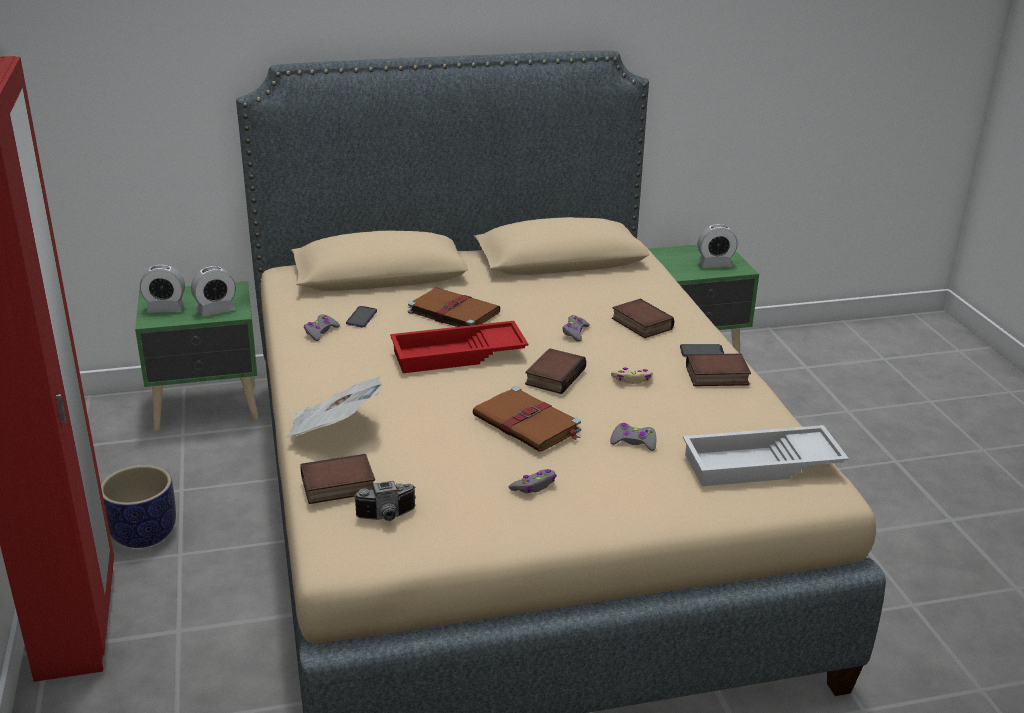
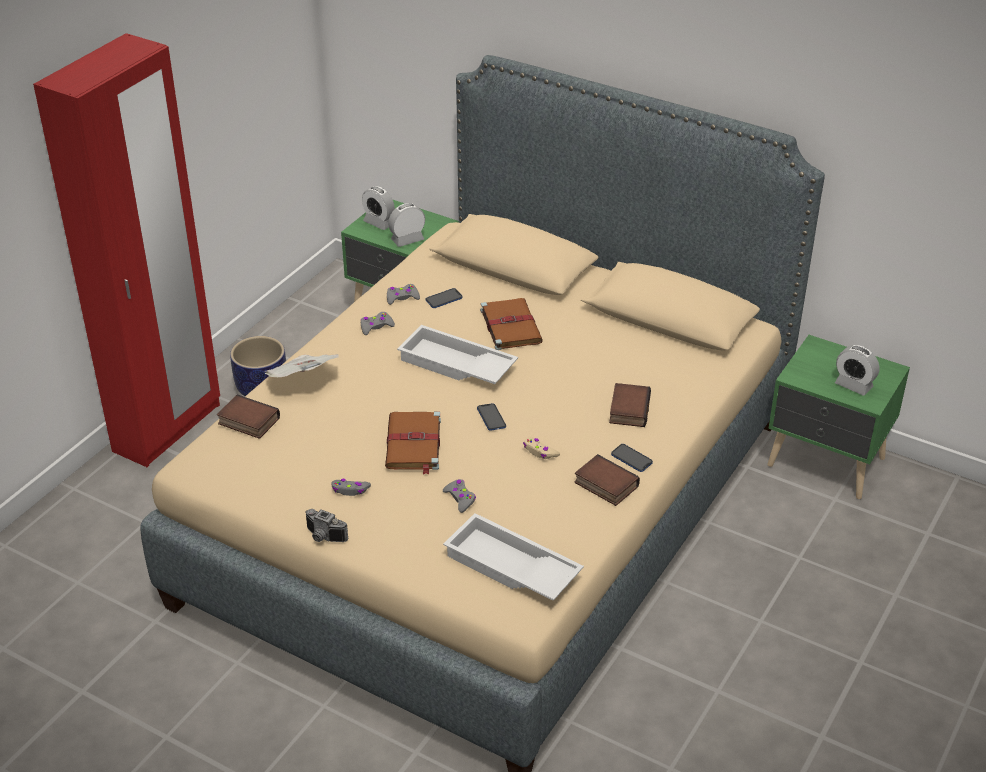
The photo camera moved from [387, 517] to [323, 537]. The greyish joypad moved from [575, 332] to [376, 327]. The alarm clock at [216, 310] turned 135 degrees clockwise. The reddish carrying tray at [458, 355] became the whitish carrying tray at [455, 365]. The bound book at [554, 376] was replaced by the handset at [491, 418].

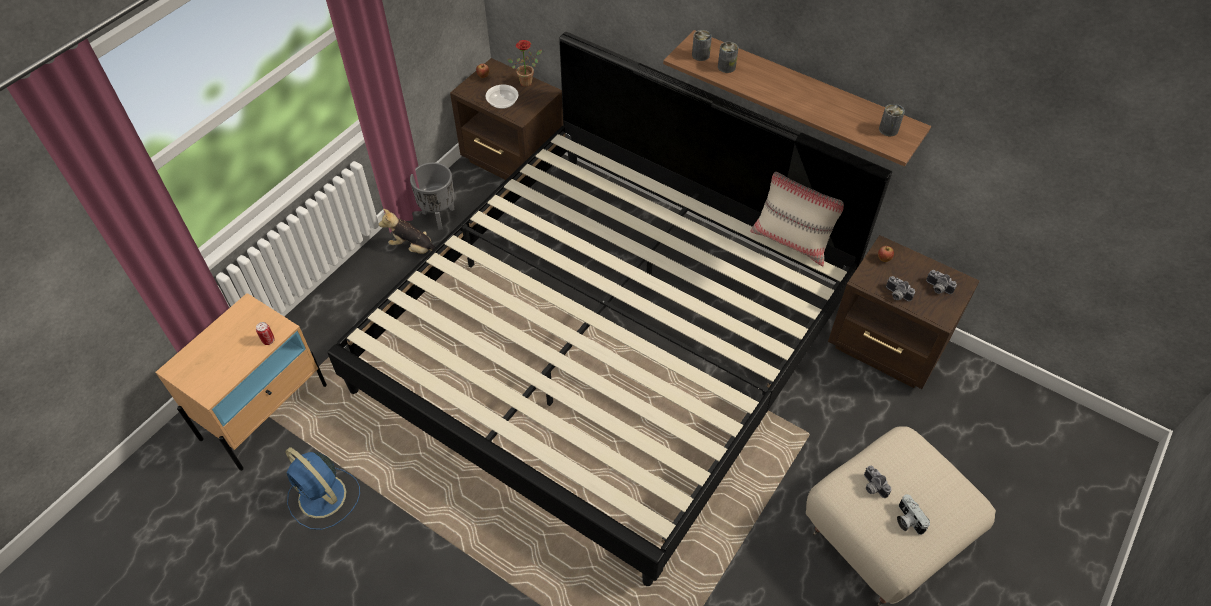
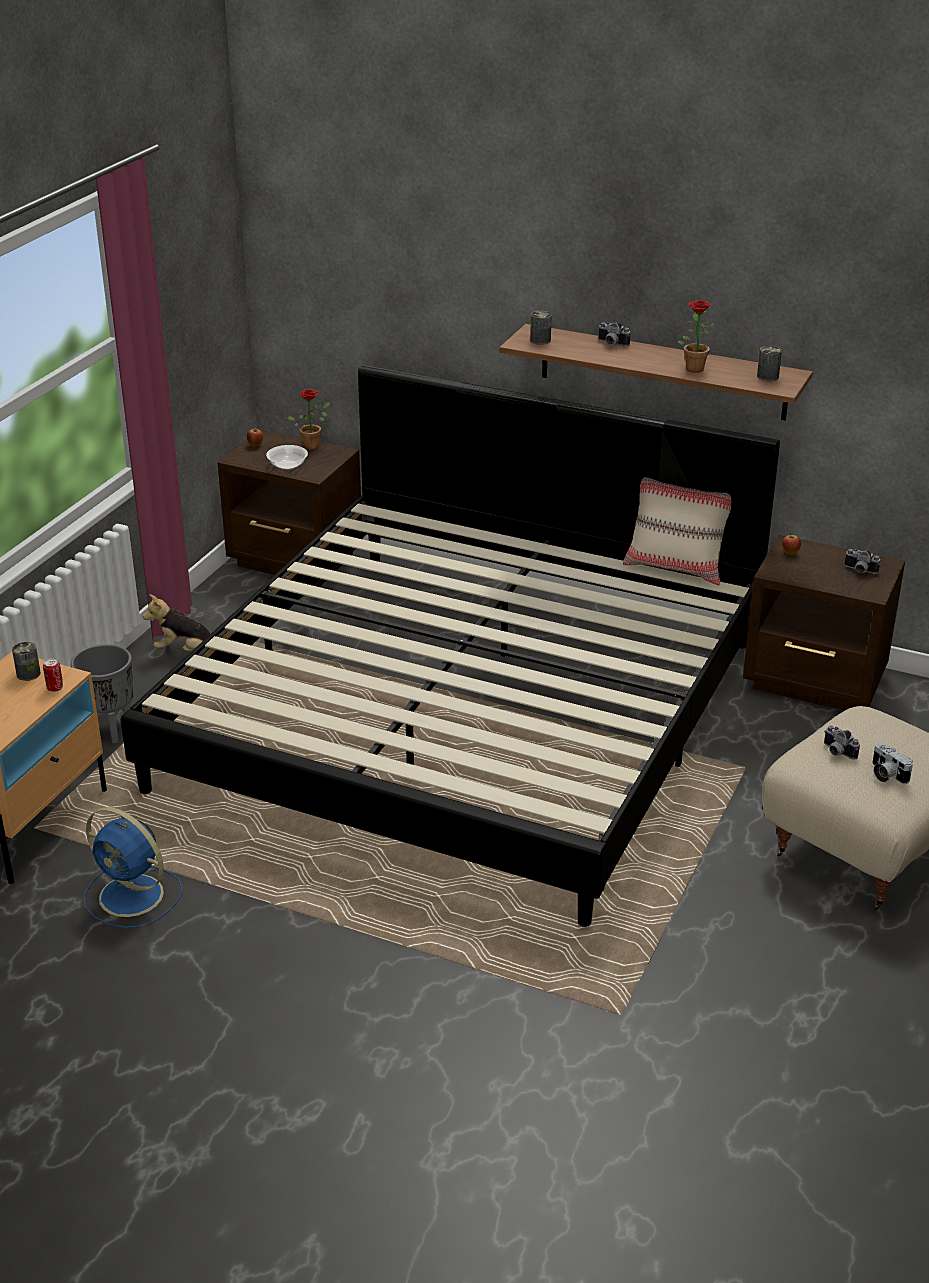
The sealed can moved from [726, 67] to [28, 674]. The greyish flower pot moved from [438, 216] to [110, 728]. The photo camera moved from [896, 295] to [611, 344]. The potted plant at [693, 367] appeared.

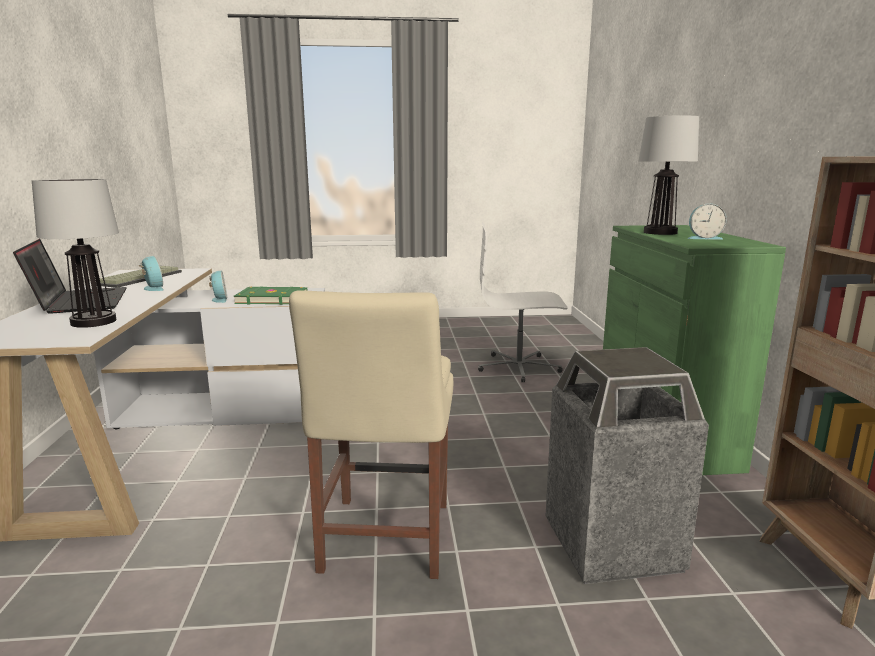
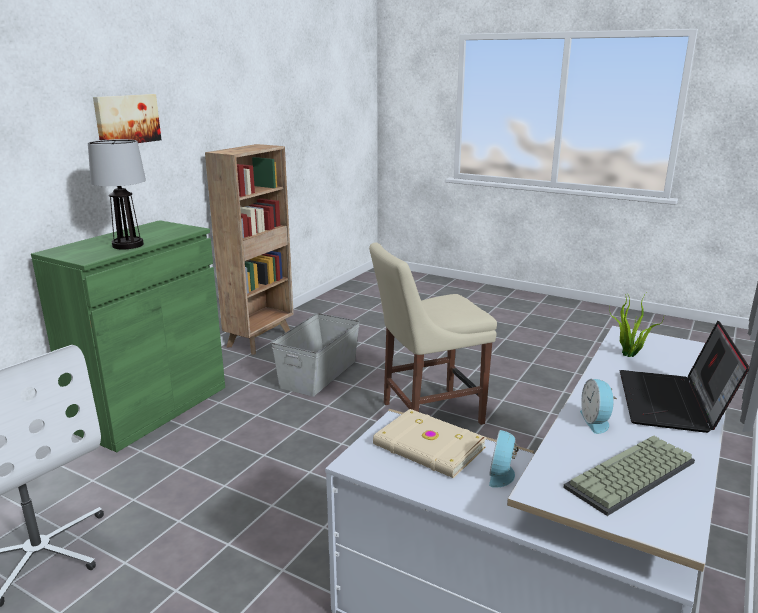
The wall art at [126, 119] appeared. The rubbish bin at [611, 545] was replaced by the greyish storage bin at [319, 374]. The beige chair at [384, 541] turned 150 degrees counterclockwise. The greenish bound book at [272, 299] became the beige bound book at [428, 448]. The tabletop lamp at [92, 322] was replaced by the potted plant at [629, 355]. The alarm clock at [704, 238] disappeared.

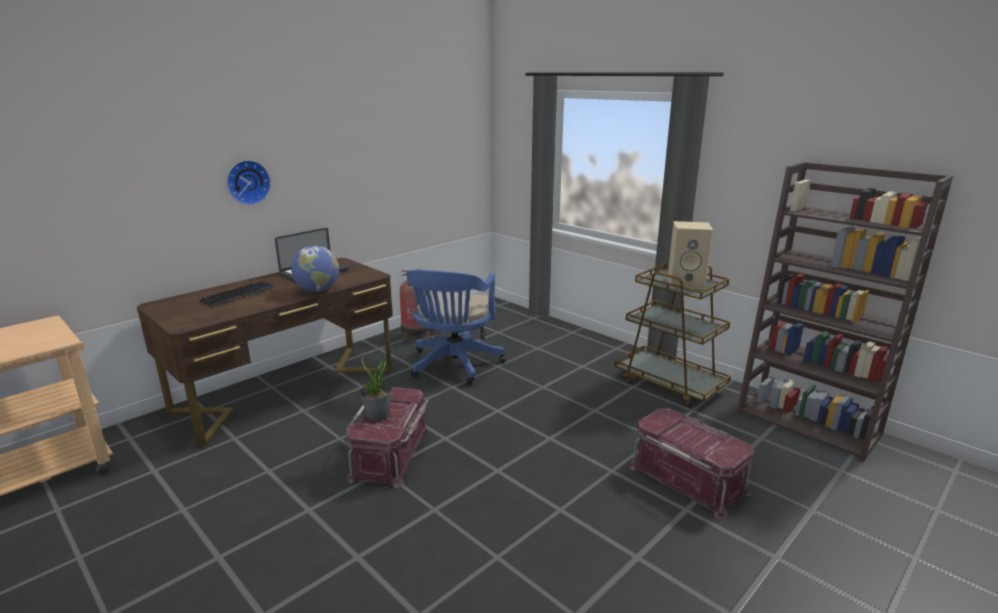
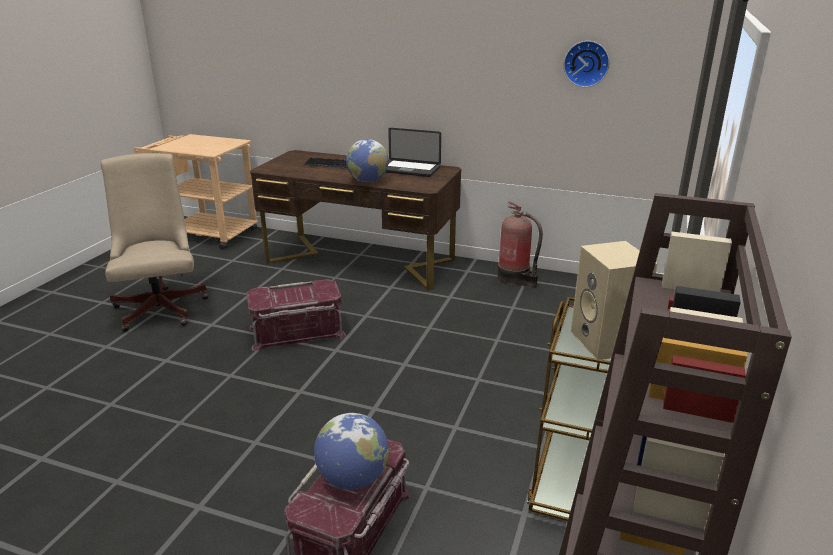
The beige computer chair at [162, 306] appeared. The desk globe at [353, 479] appeared. The hanging clock moved from [247, 182] to [586, 63]. The potted plant at [378, 415] disappeared. The blue-coloured computer chair at [453, 366] disappeared.

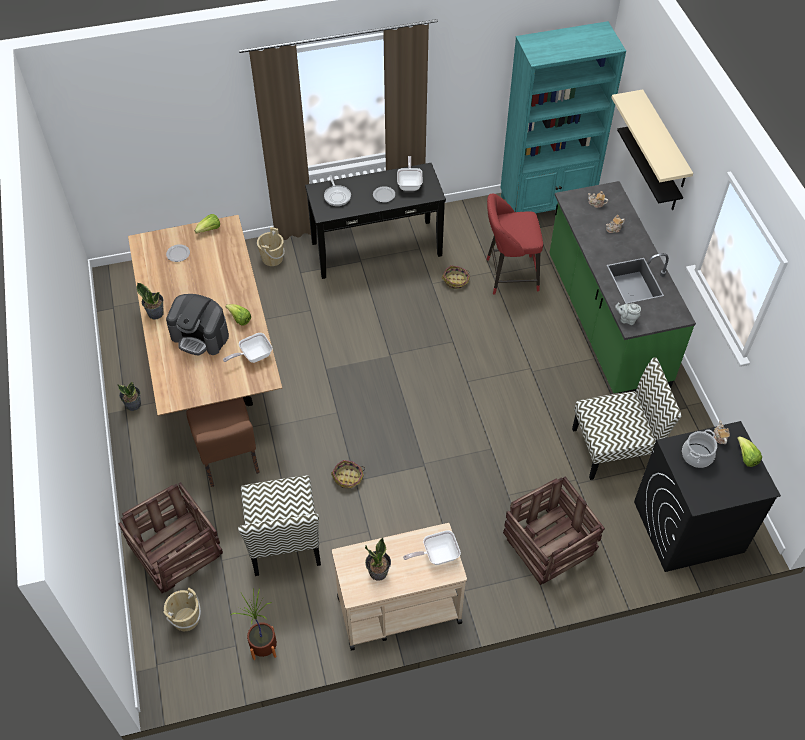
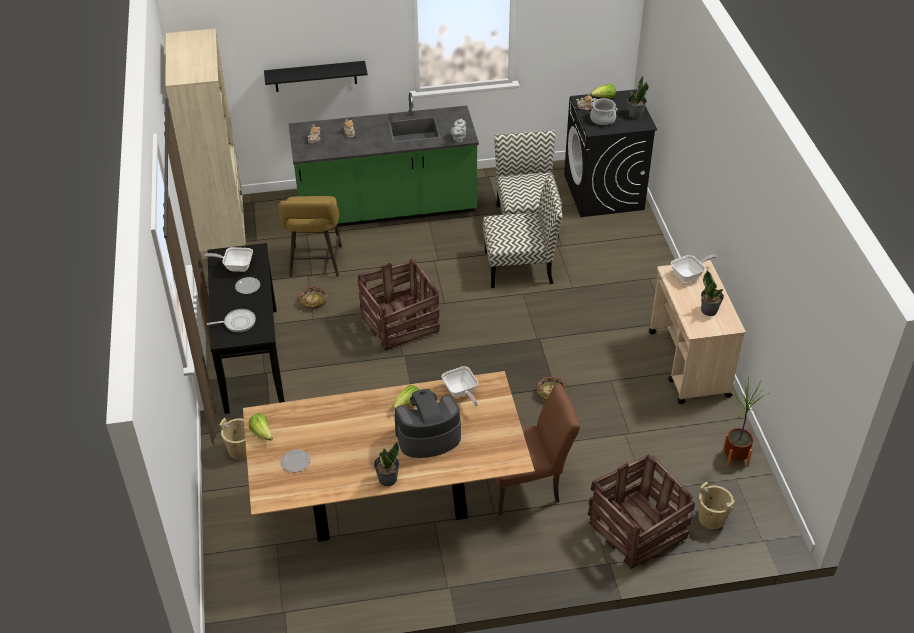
The blue-green bookshelf at [547, 202] became the beige bookshelf at [223, 228]. The reddish stool seat at [508, 275] became the yellowish stool seat at [315, 264]. The crate moved from [548, 544] to [400, 323]. The coffee machine at [200, 336] turned 135 degrees counterclockwise. The chair moved from [284, 540] to [520, 267]. The potted plant moved from [133, 404] to [635, 115]. The skillet at [437, 555] turned 105 degrees counterclockwise. The beige bracket shelf at [664, 140] disappeared.

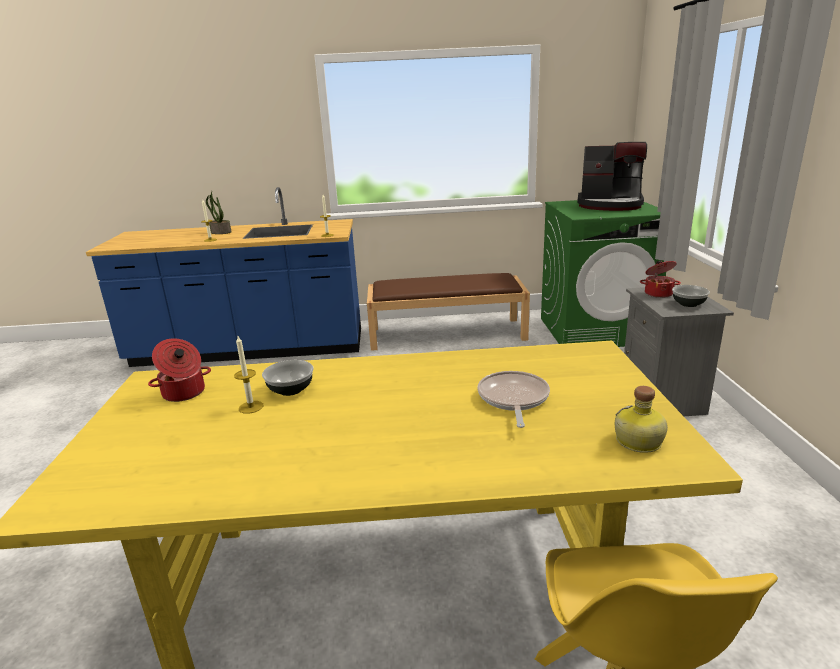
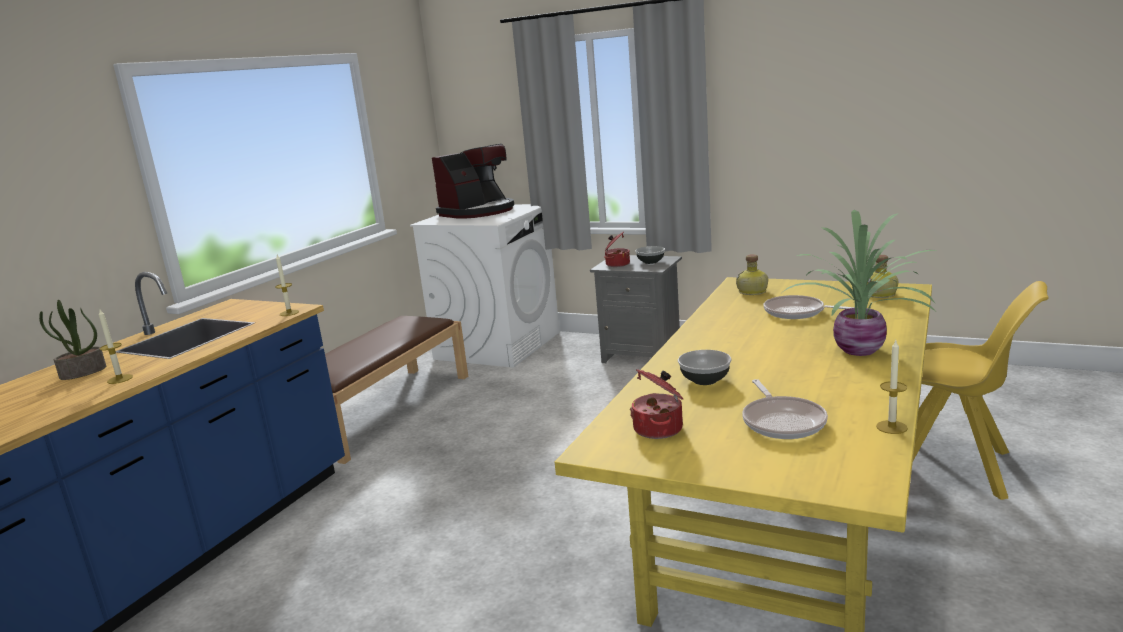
The greenish laundry appliance at [595, 330] became the whitish laundry appliance at [498, 345]. The drink bottle at [753, 292] appeared. The skillet at [782, 421] appeared. The potted plant at [862, 350] appeared. The candle moved from [251, 407] to [891, 427].

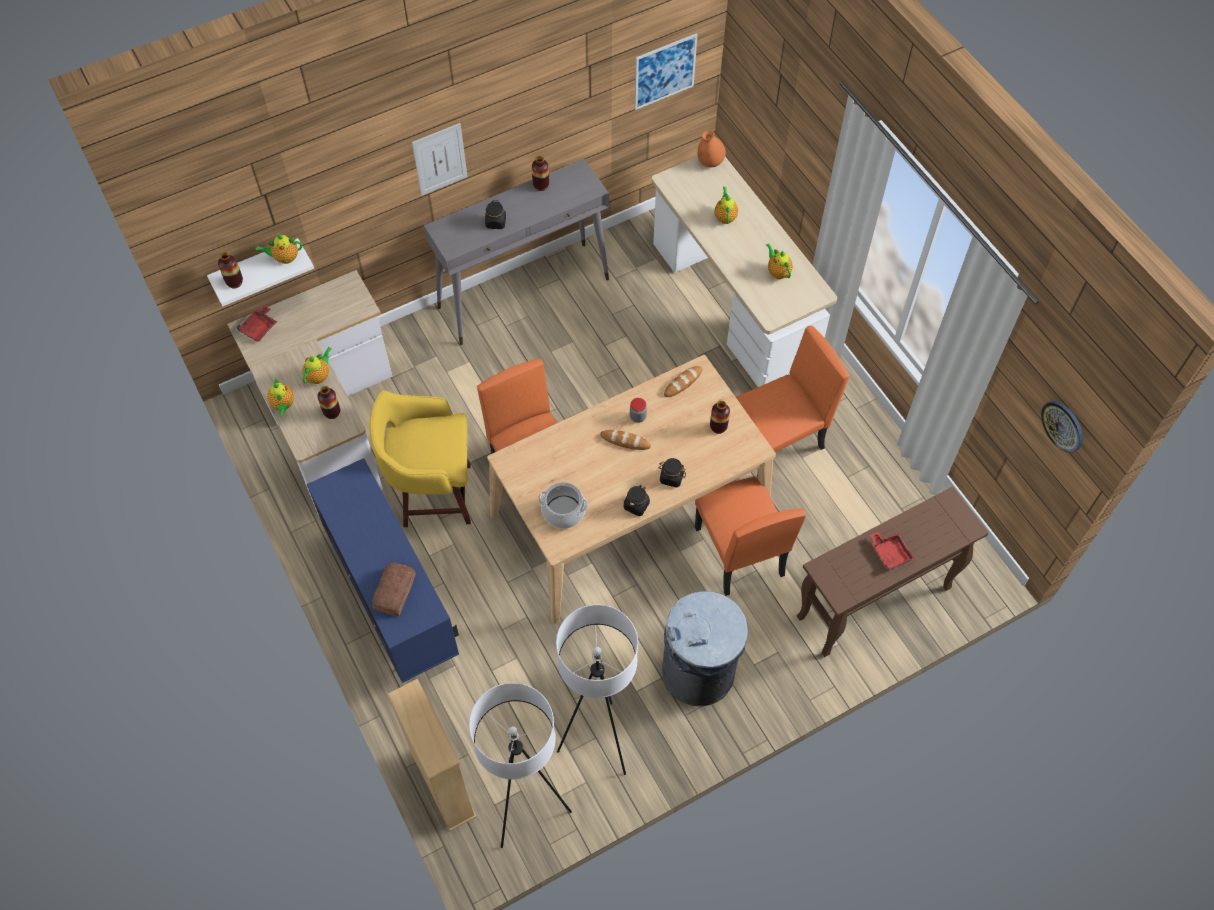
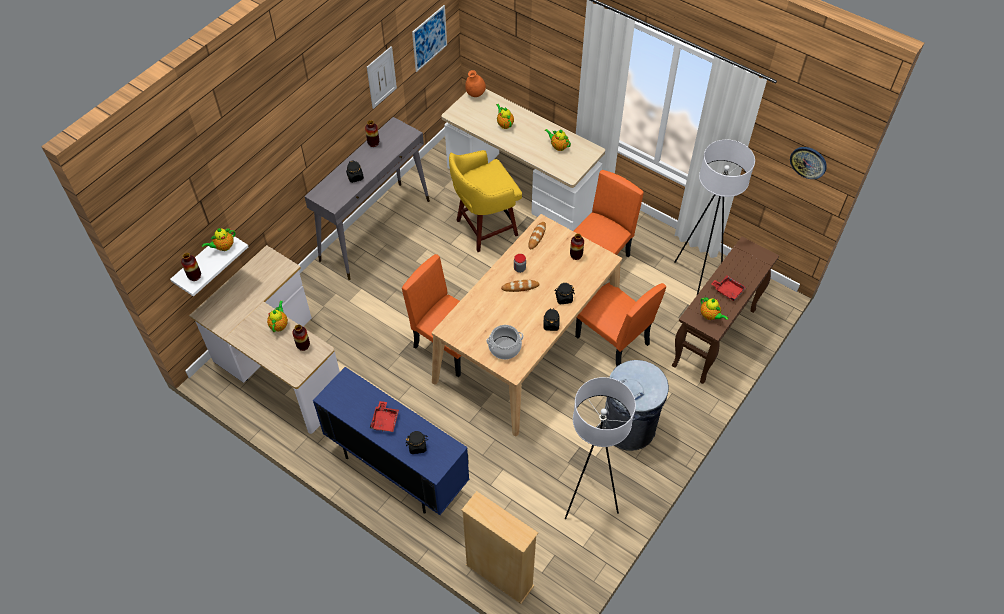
The wall art moved from [440, 159] to [381, 77]. The reddish carrying tray moved from [259, 328] to [385, 420]. The bakery bread at [393, 592] was replaced by the black jar at [417, 446]. The yellowish stool seat moved from [433, 495] to [484, 228]. The whitish floor lamp moved from [527, 811] to [698, 274]. The teapot moved from [283, 405] to [710, 316].

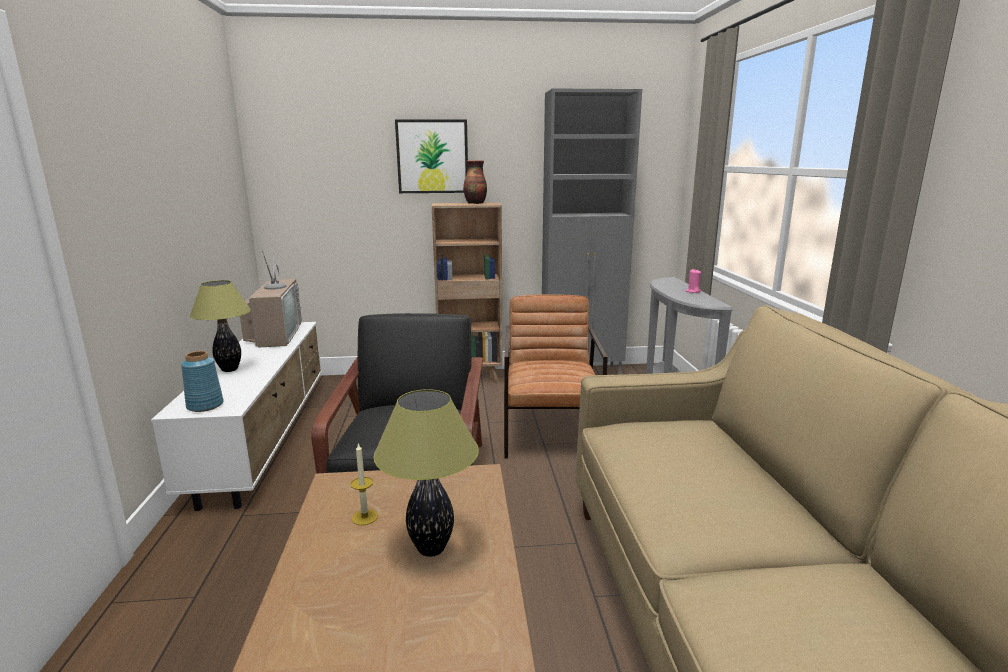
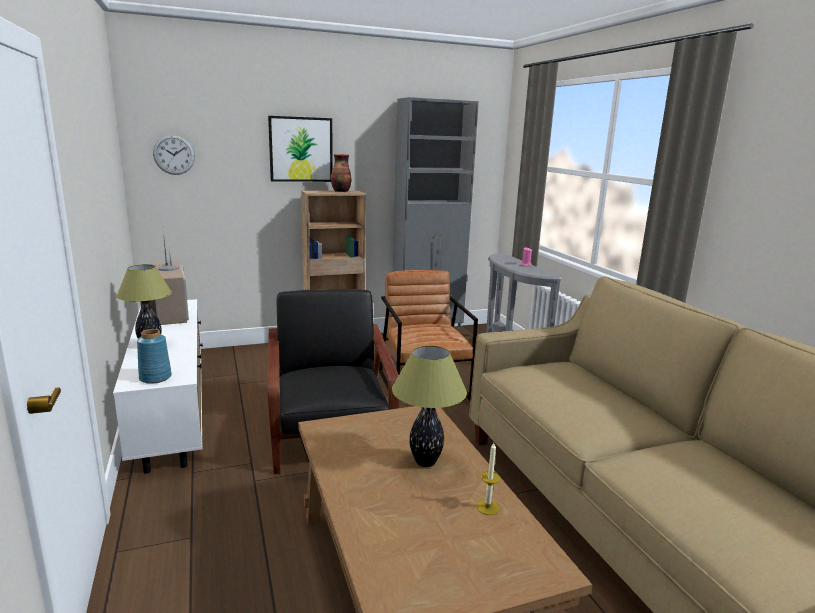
The hanging clock at [174, 154] appeared. The candle moved from [364, 517] to [487, 507].

